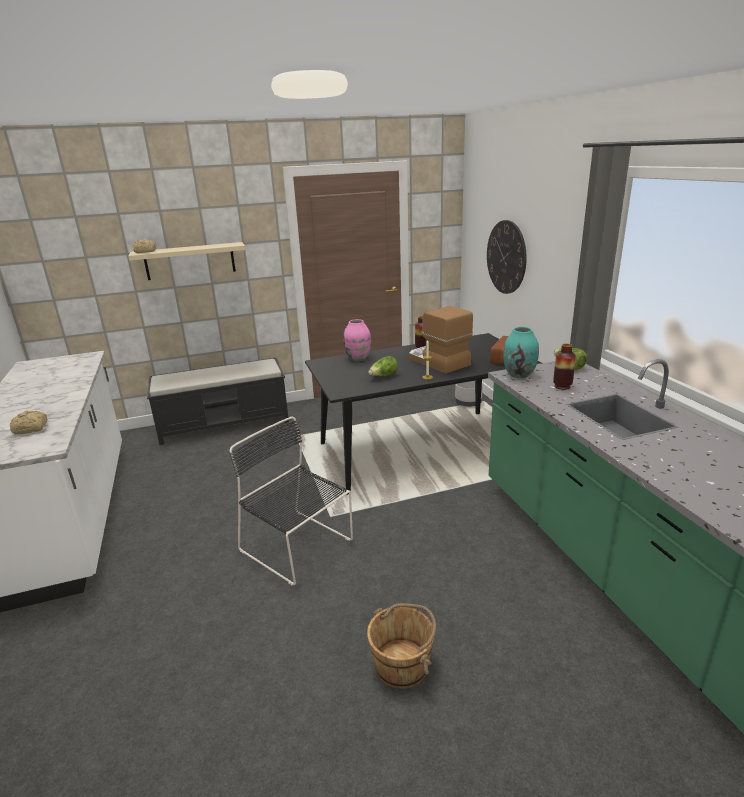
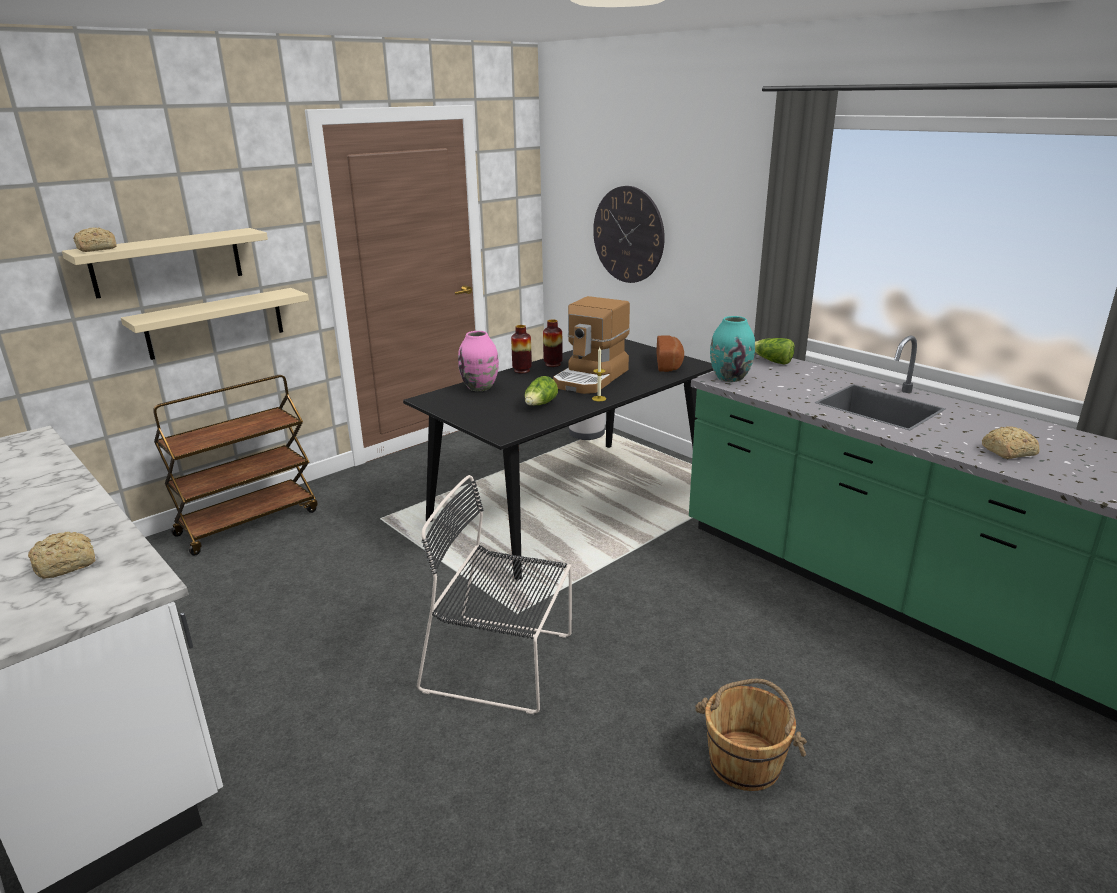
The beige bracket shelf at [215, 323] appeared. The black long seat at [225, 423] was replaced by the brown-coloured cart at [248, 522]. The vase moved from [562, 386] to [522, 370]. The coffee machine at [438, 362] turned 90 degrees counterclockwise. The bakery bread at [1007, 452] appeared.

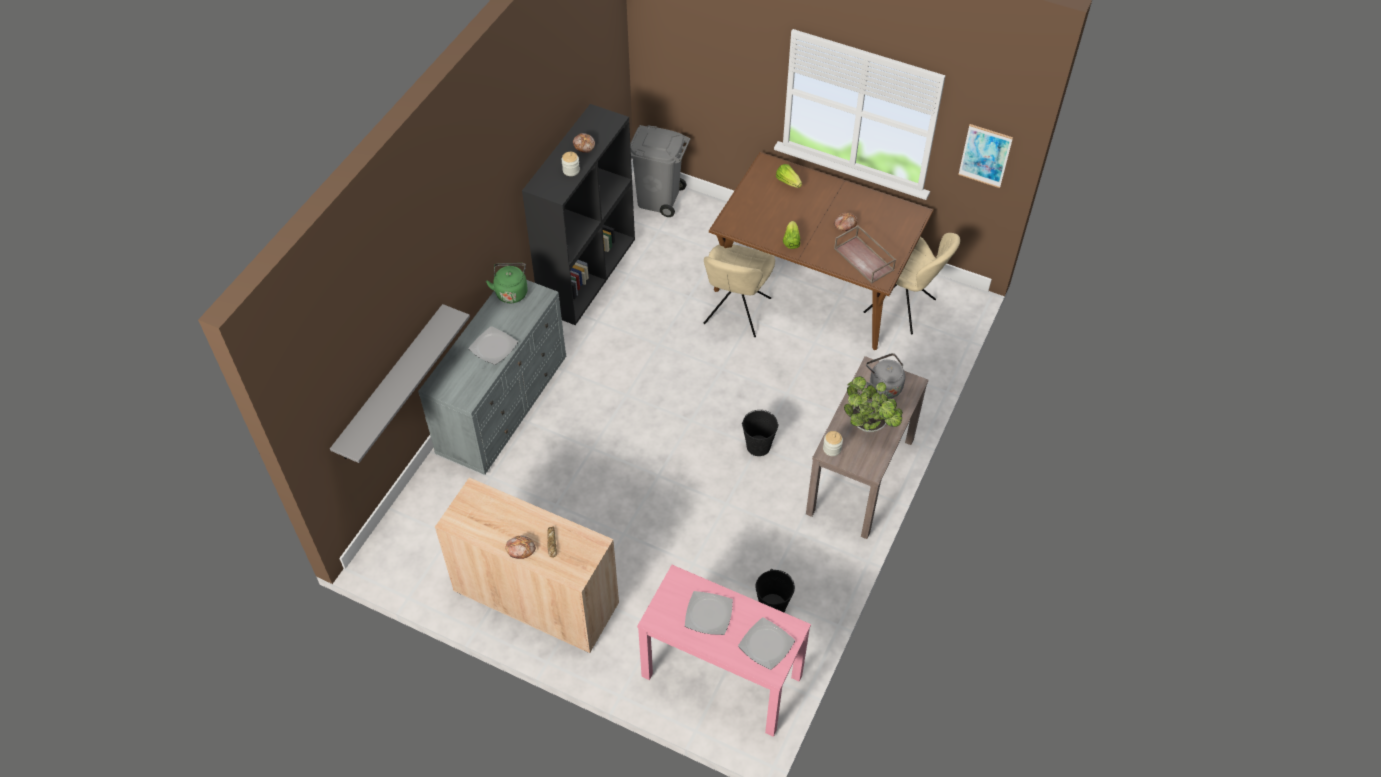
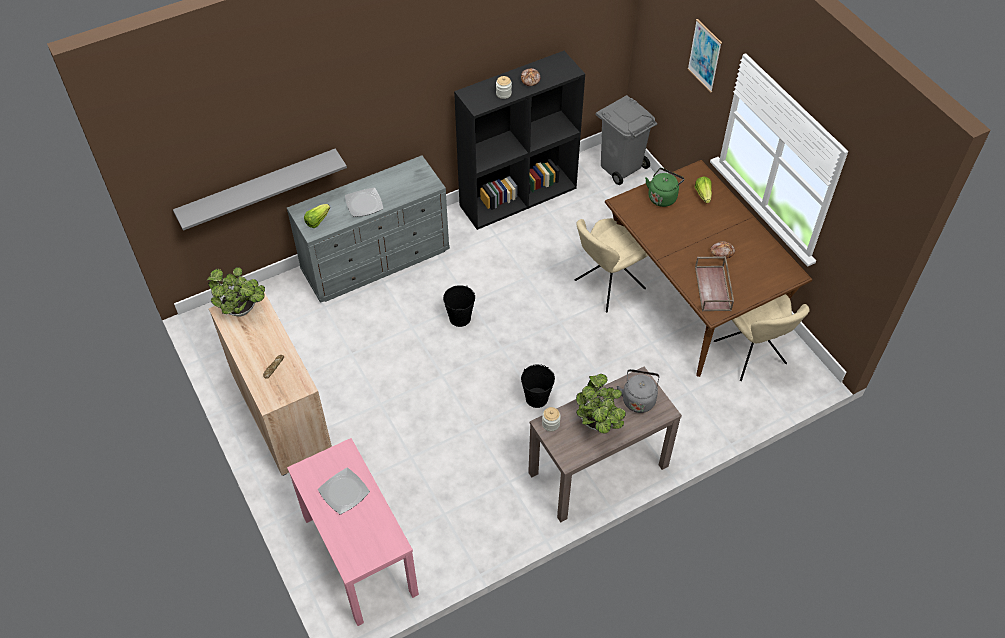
The potted plant at [243, 310] appeared. The lettuce head moved from [791, 241] to [317, 221]. The black pail moved from [772, 606] to [459, 318]. The greenish water kettle moved from [511, 292] to [662, 196]. The wall art moved from [985, 155] to [704, 55]. The bakery bread at [520, 549] disappeared. The flat dish at [766, 645] disappeared.

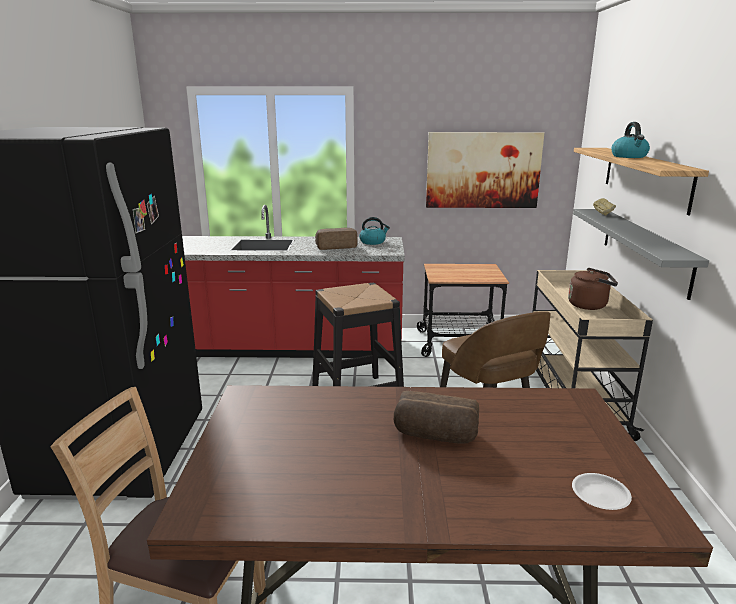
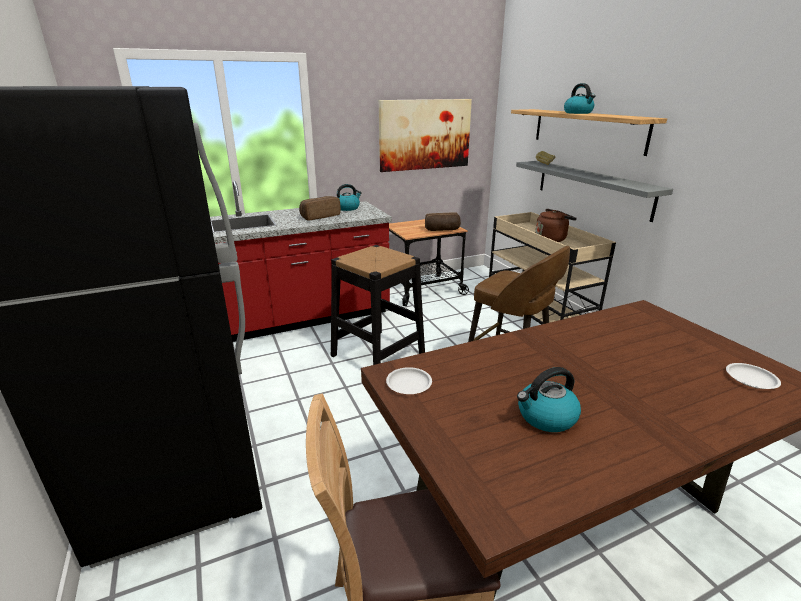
The whitish flat dish at [408, 384] appeared. The bakery bread moved from [435, 436] to [442, 230]. The water kettle at [546, 417] appeared.

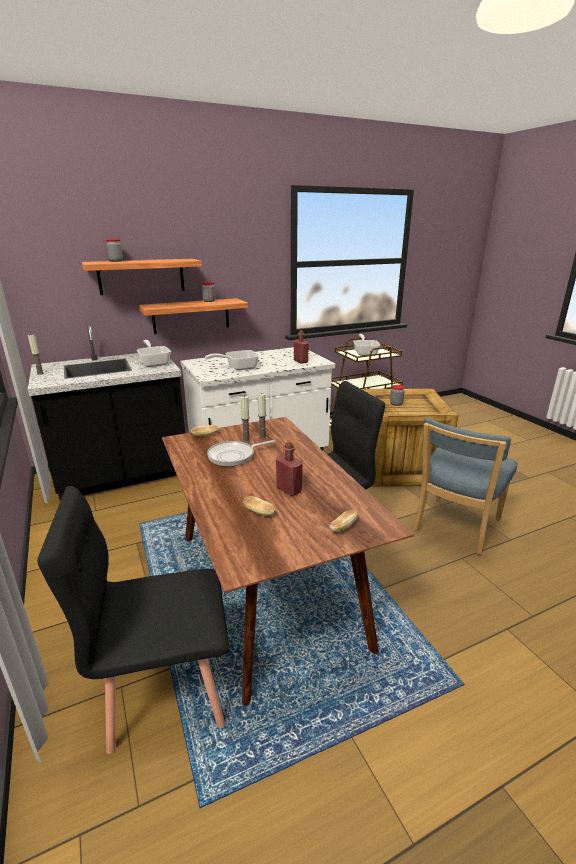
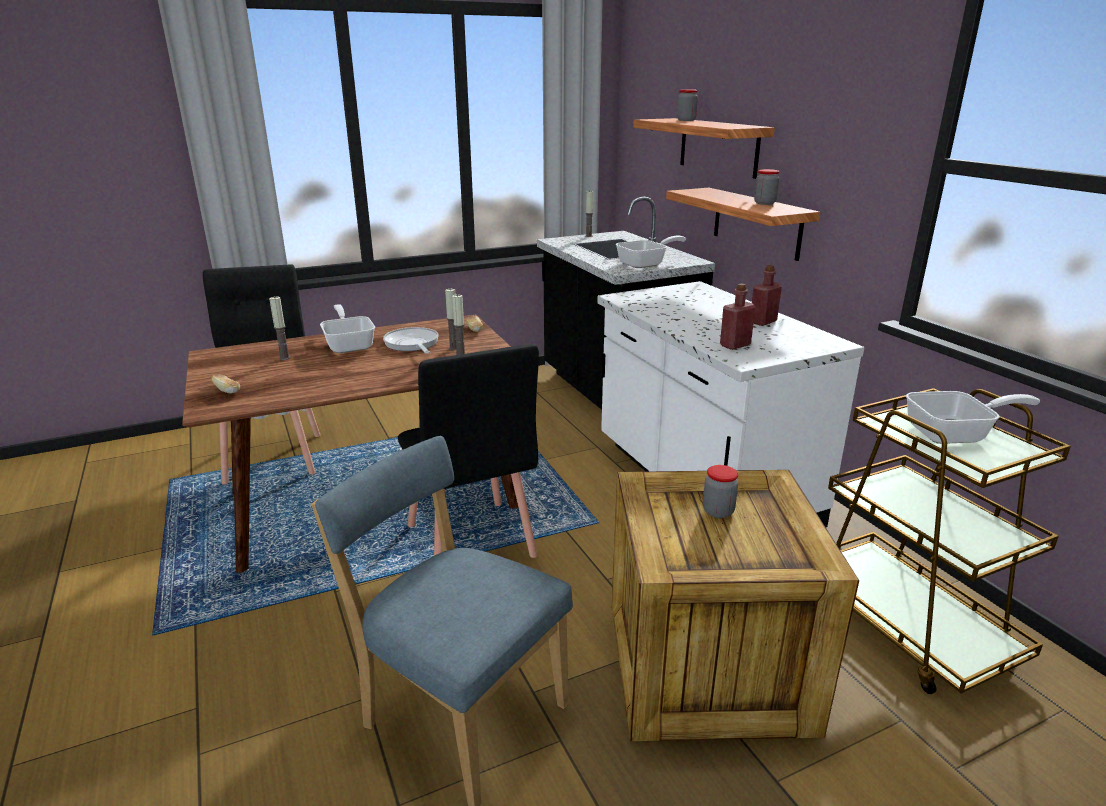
The bakery bread at [259, 512] was replaced by the candle at [285, 358]. The skillet moved from [238, 367] to [349, 344]. The reddish drink bottle moved from [289, 490] to [763, 322].

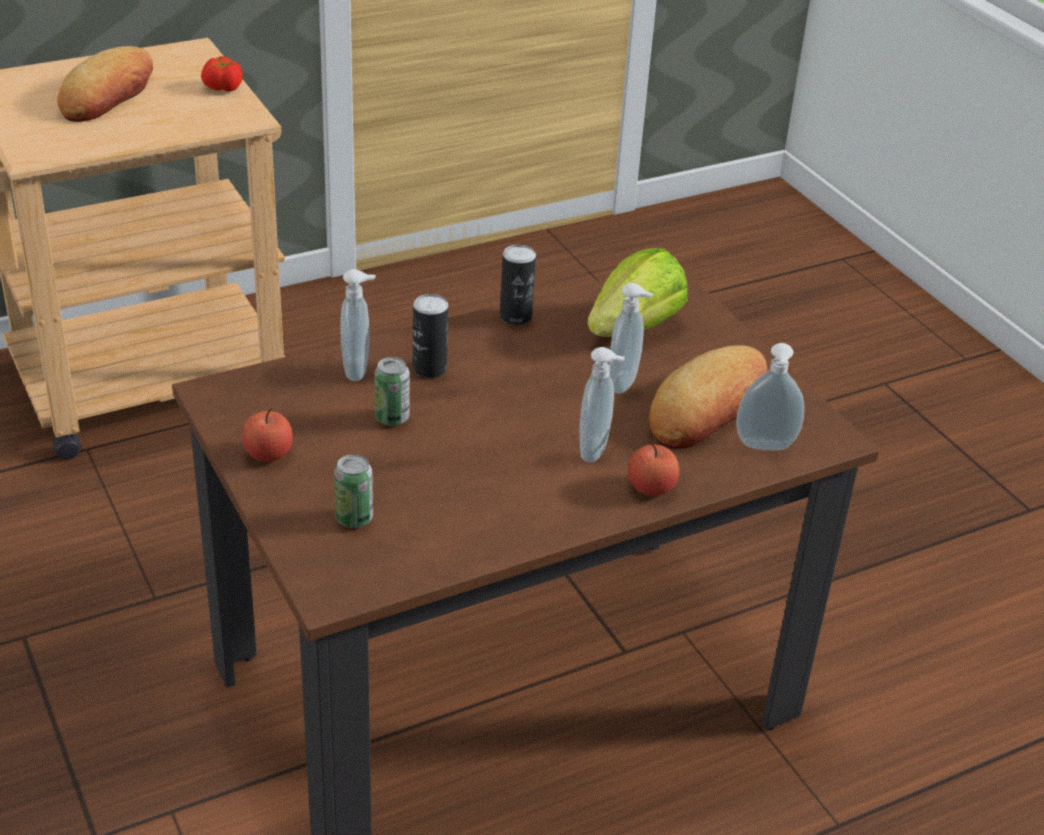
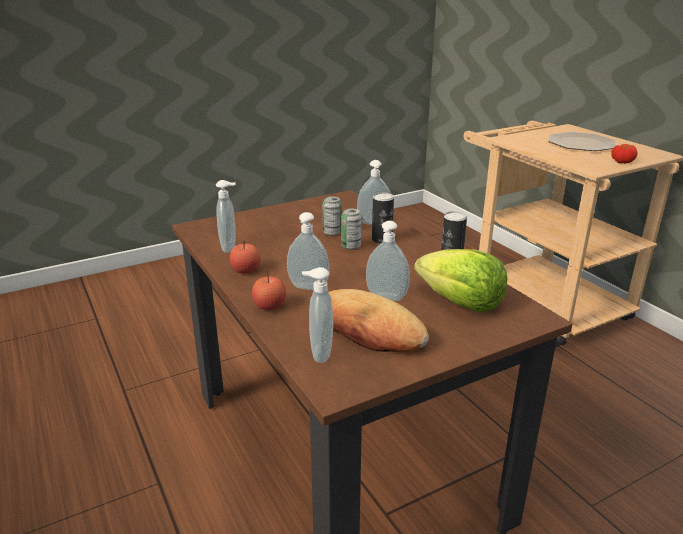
The liquid soap bottle at [230, 247] appeared. The whole apple moved from [268, 454] to [246, 270]. The sealed can moved from [354, 518] to [351, 246]. The bakery bread at [108, 94] was replaced by the flat dish at [582, 144].

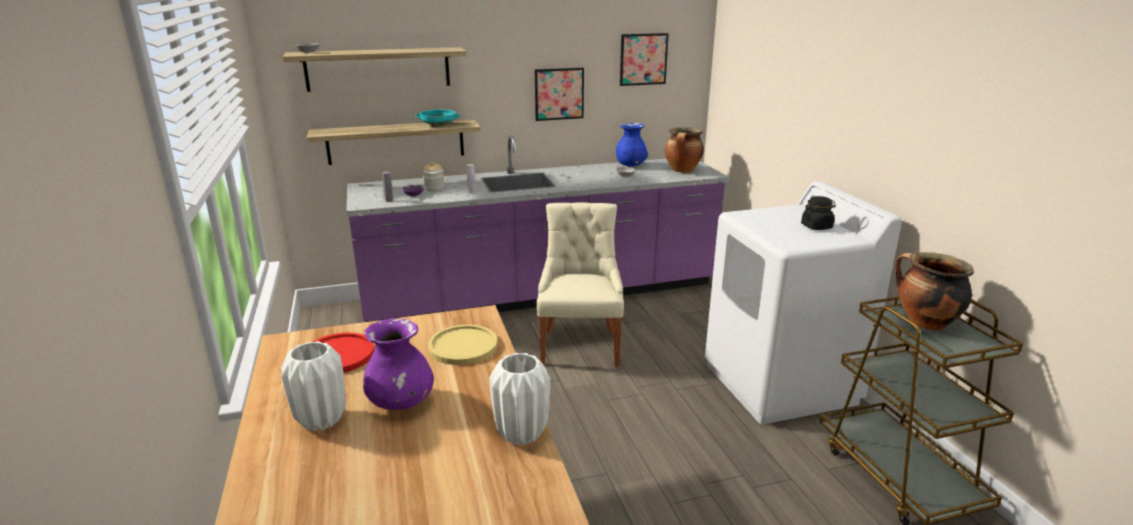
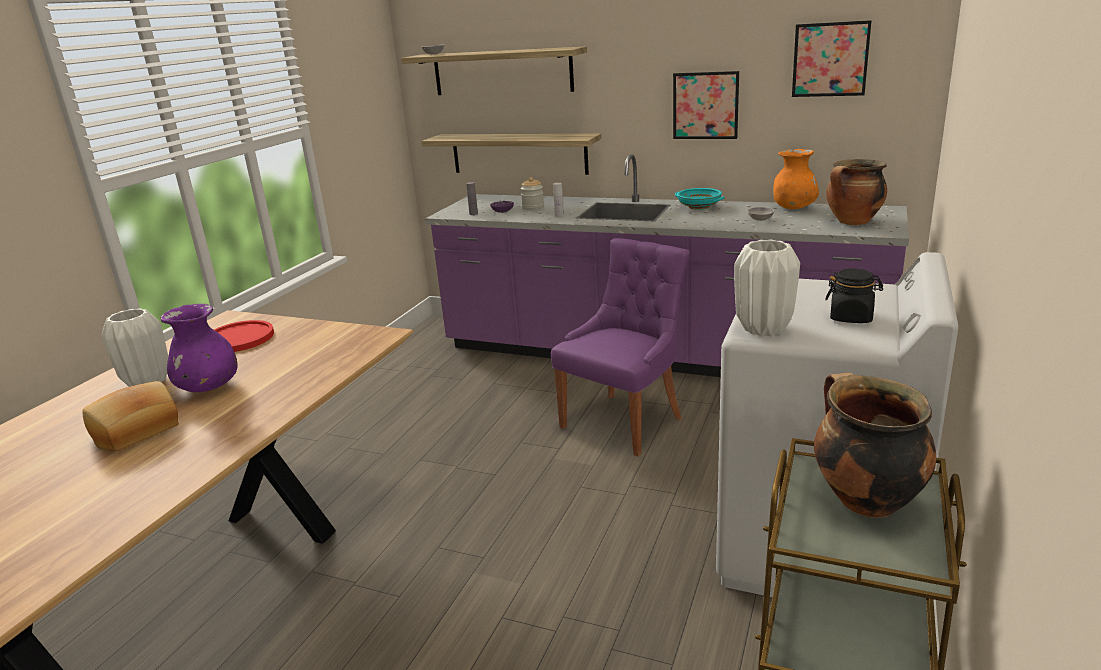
The bakery bread at [137, 432] appeared. The beige chair at [580, 346] became the purple chair at [625, 421]. The blue-green bowl moved from [438, 125] to [698, 207]. The whitish vase moved from [520, 433] to [763, 328]. The blue-coloured vase at [630, 165] became the orange-coloured vase at [793, 208]. The yellowish flat dish at [463, 346] disappeared.

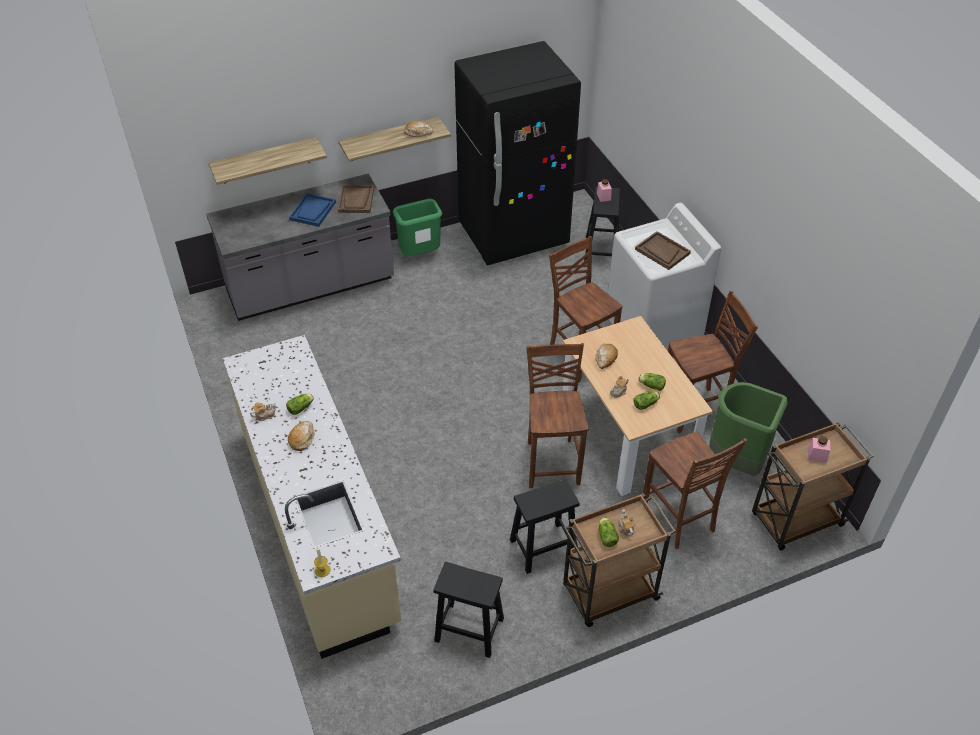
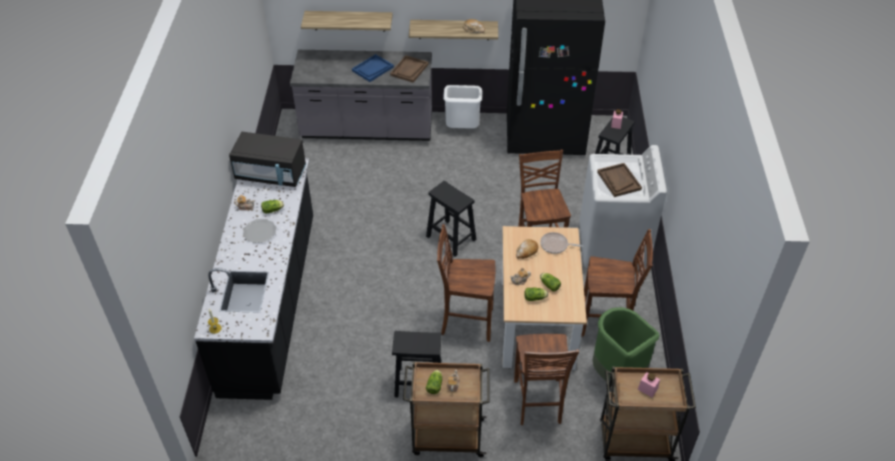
The beige kitchen base unit at [319, 523] became the black kitchen base unit at [270, 303]. The black microwave at [271, 174] appeared. The bakery bread at [302, 438] was replaced by the flat dish at [260, 232]. The black stool seat moved from [468, 629] to [450, 237]. The brown-coloured chair at [552, 462] turned 105 degrees counterclockwise. The greenish rubbish bin at [420, 255] became the whitish rubbish bin at [462, 129]. The skillet at [555, 245] appeared.

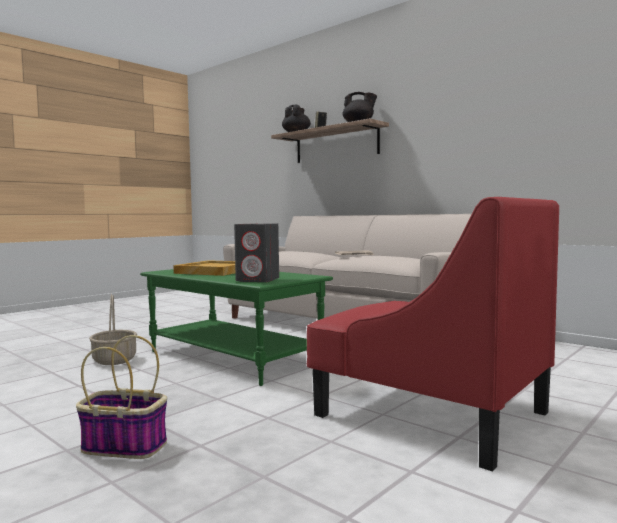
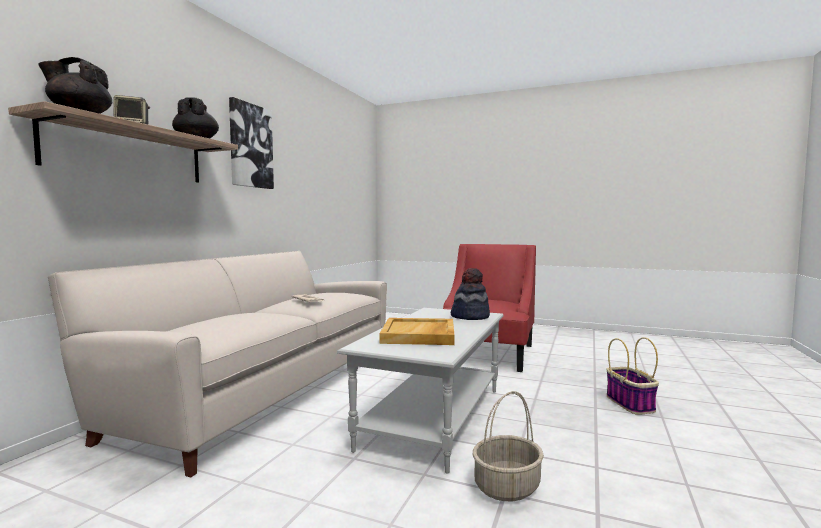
The wall art at [250, 146] appeared. The greenish lounge table at [234, 357] became the greyish lounge table at [433, 417]. The greyish speaker at [258, 280] was replaced by the clothing hat at [470, 316].

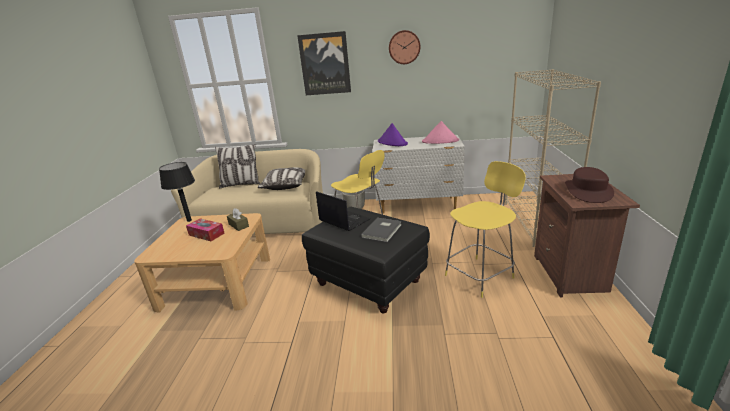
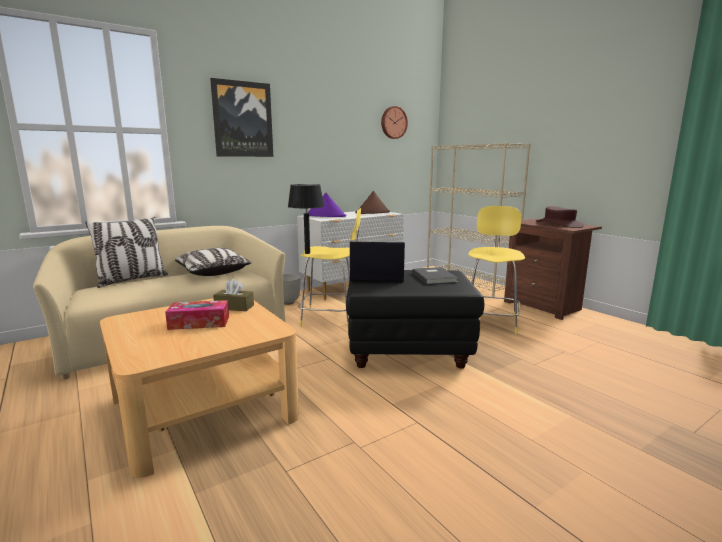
The black tabletop lamp moved from [189, 220] to [307, 253]. The pink-coloured clothing hat at [440, 141] became the brown-coloured clothing hat at [372, 213]. The hanging clock moved from [404, 47] to [393, 122].

